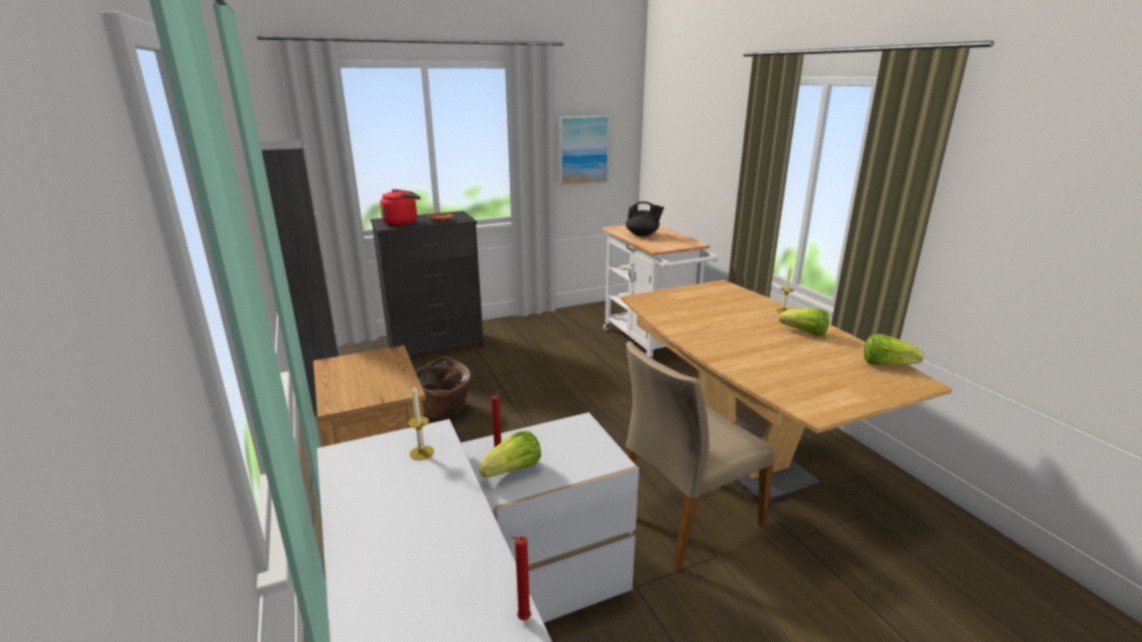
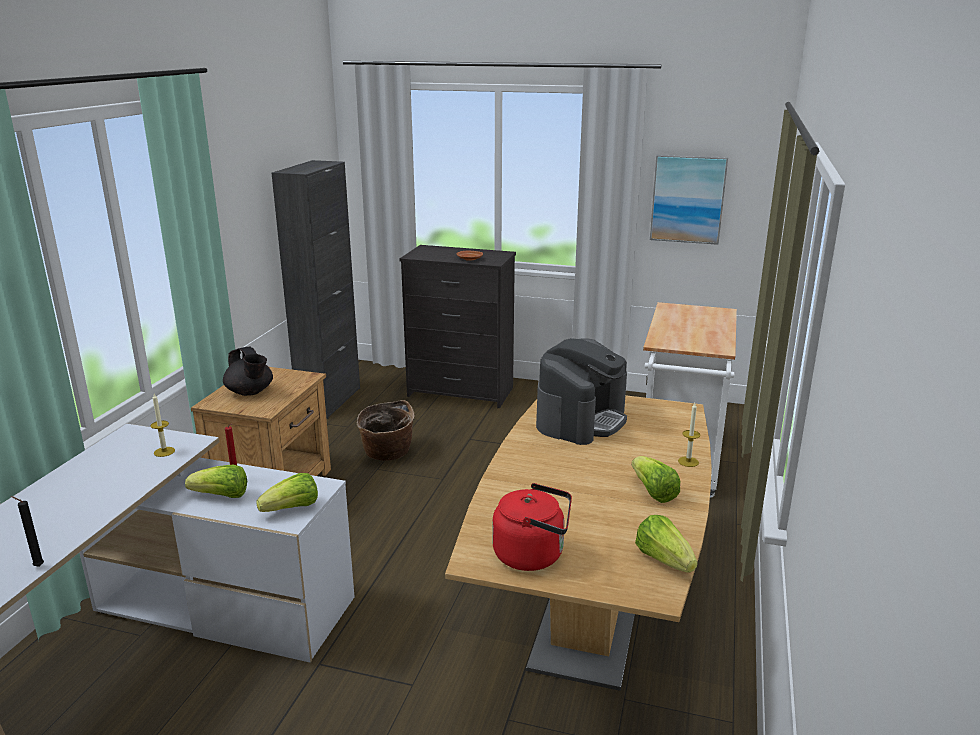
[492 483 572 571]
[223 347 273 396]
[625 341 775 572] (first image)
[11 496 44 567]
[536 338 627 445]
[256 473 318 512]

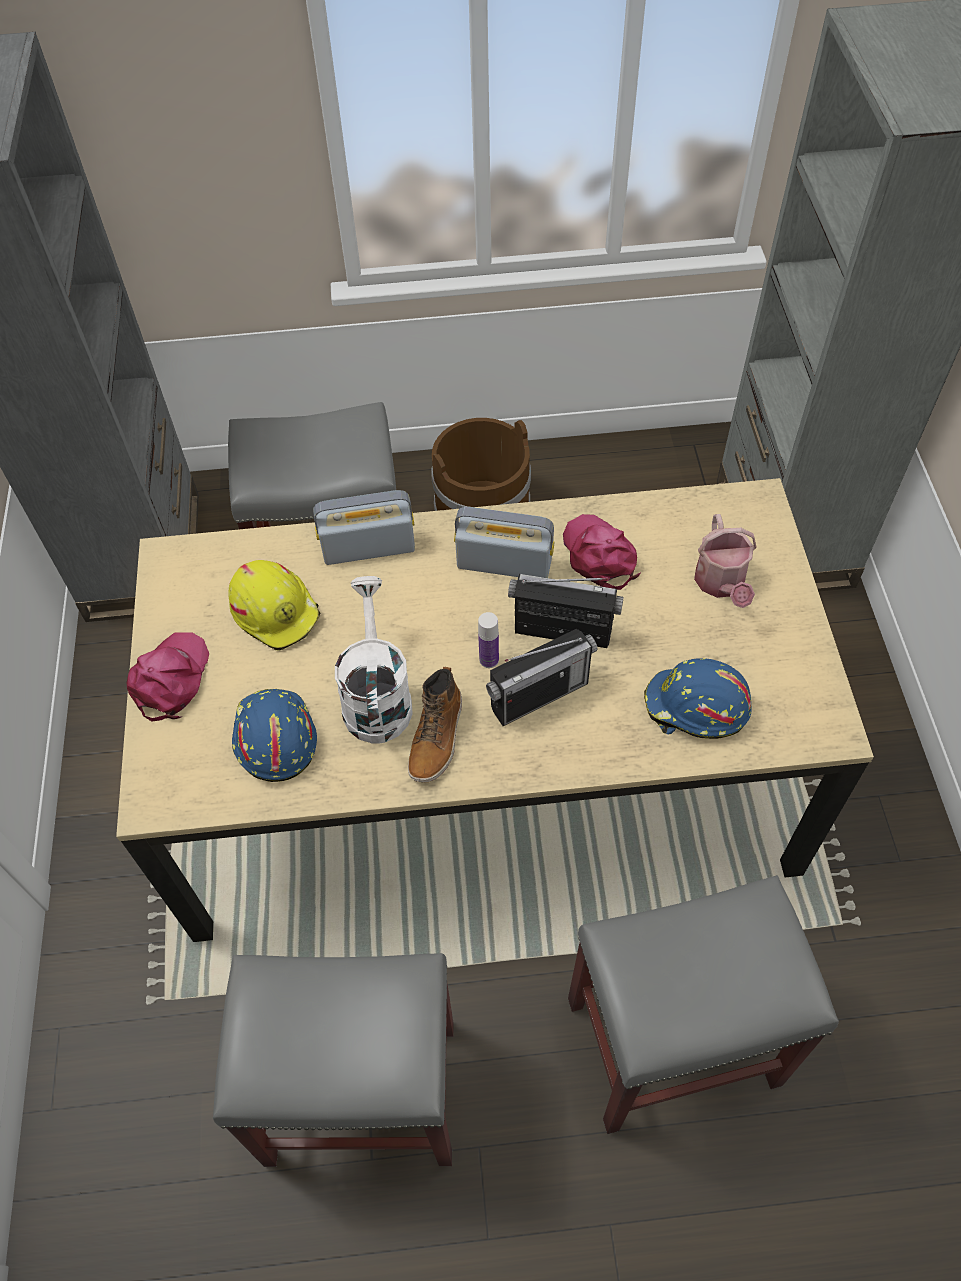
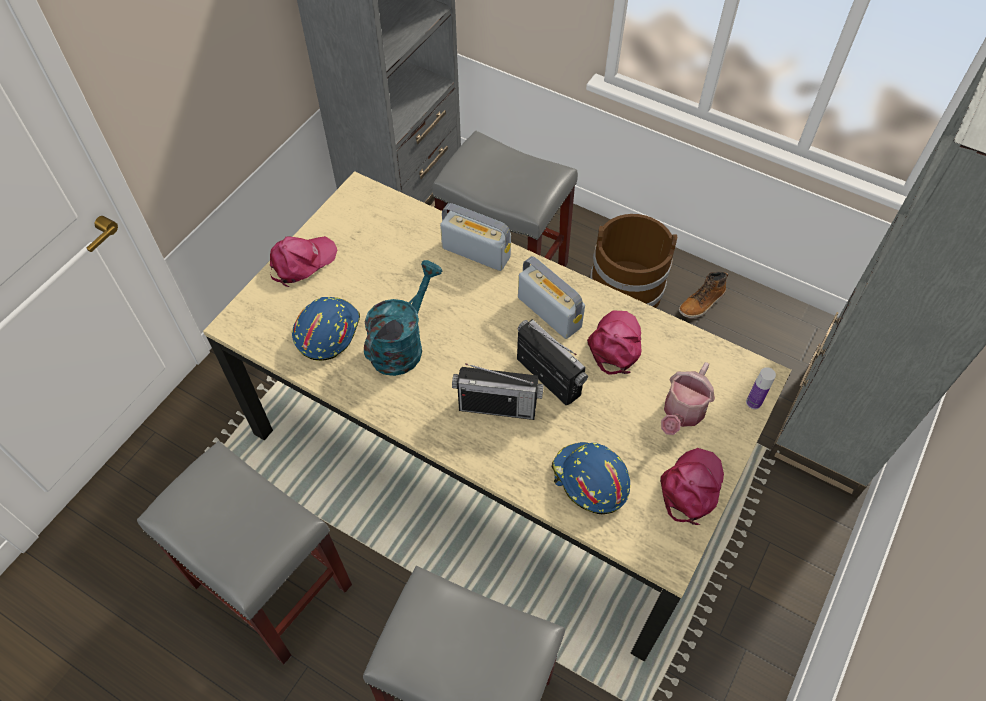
[228 560 320 651] (first image)
[364 260 442 376]
[746 367 776 409]
[679 272 728 318]
[660 448 724 525]

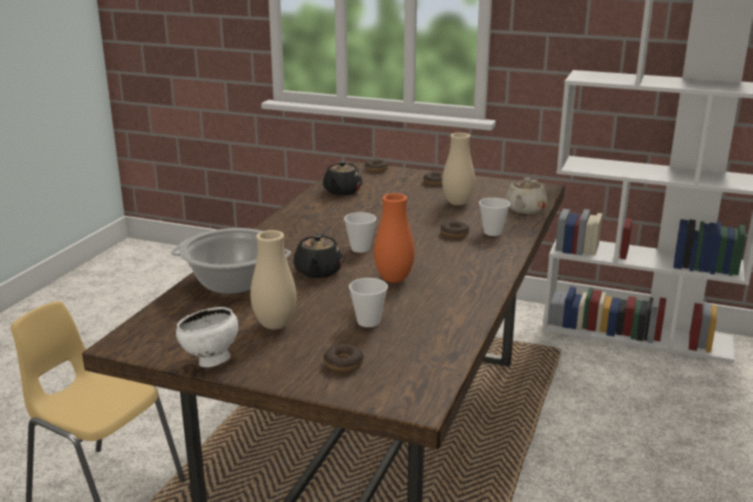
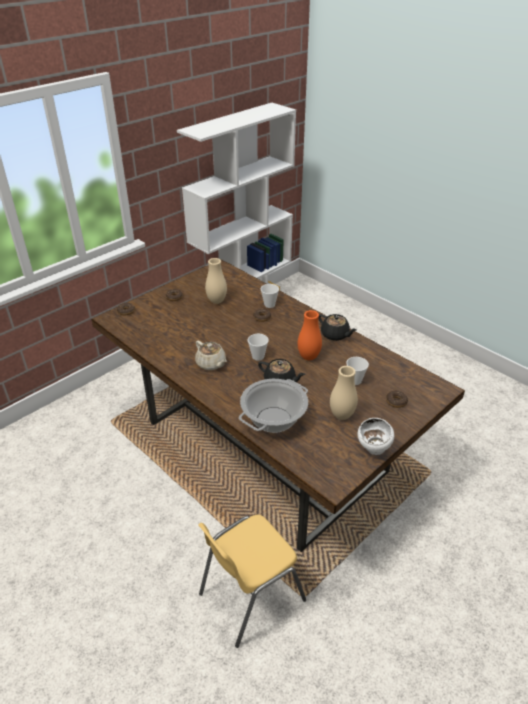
[318 314 357 341]
[195 341 227 370]

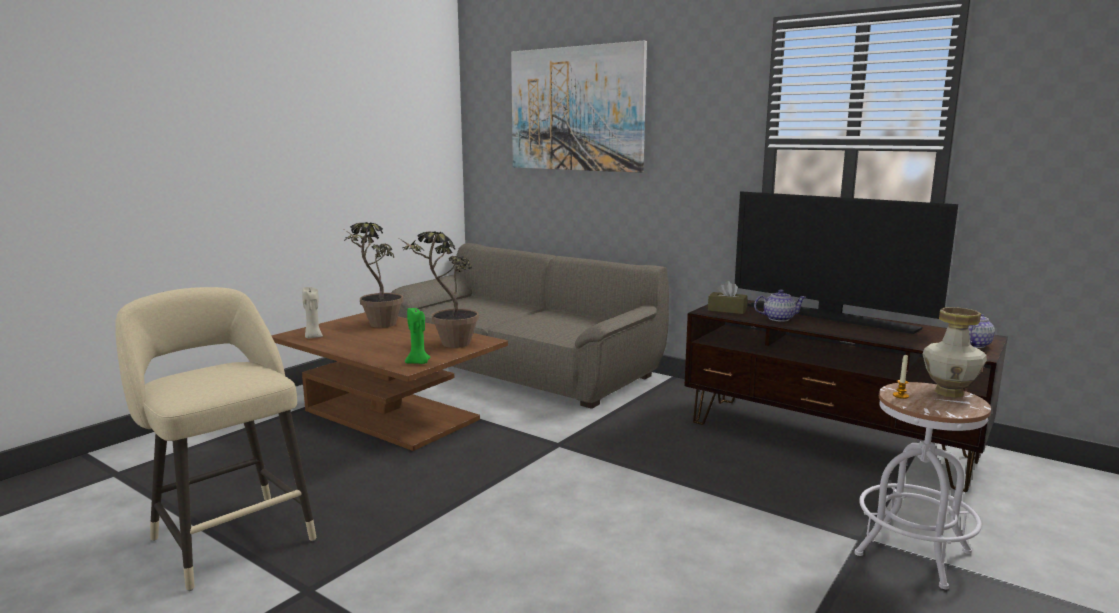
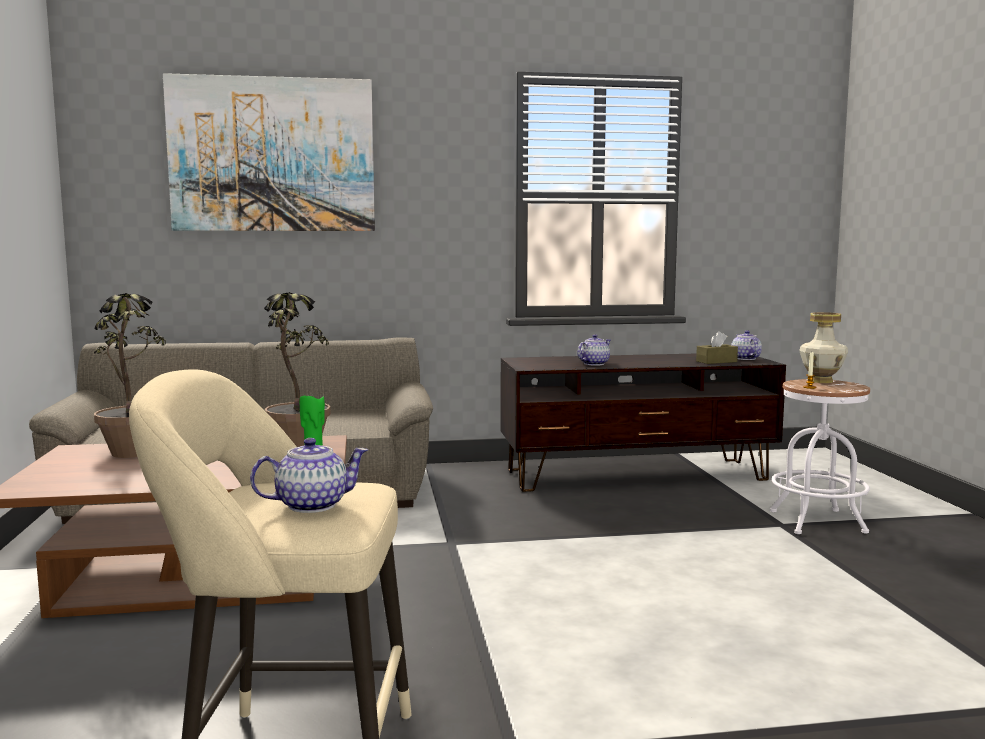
[735 191 958 334] (first image)
[696 331 738 364]
[302 287 323 338] (first image)
[250 438 368 513]

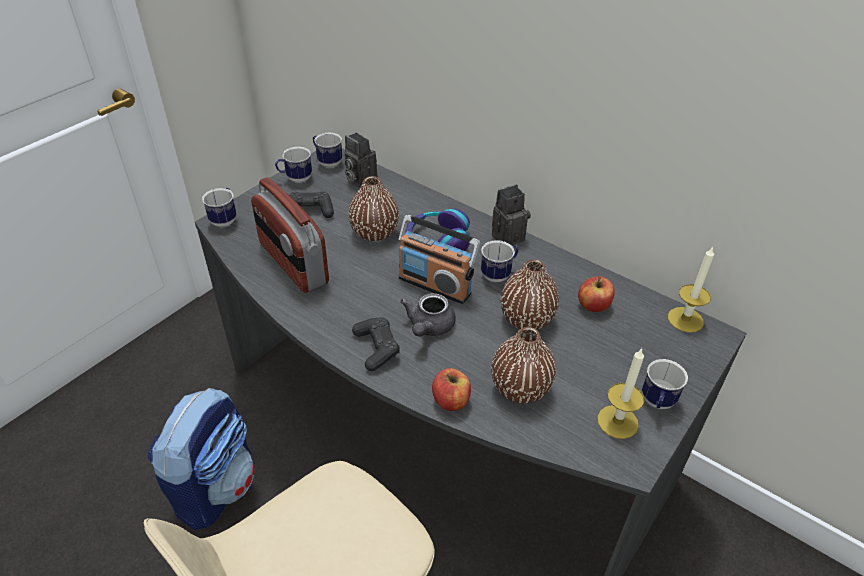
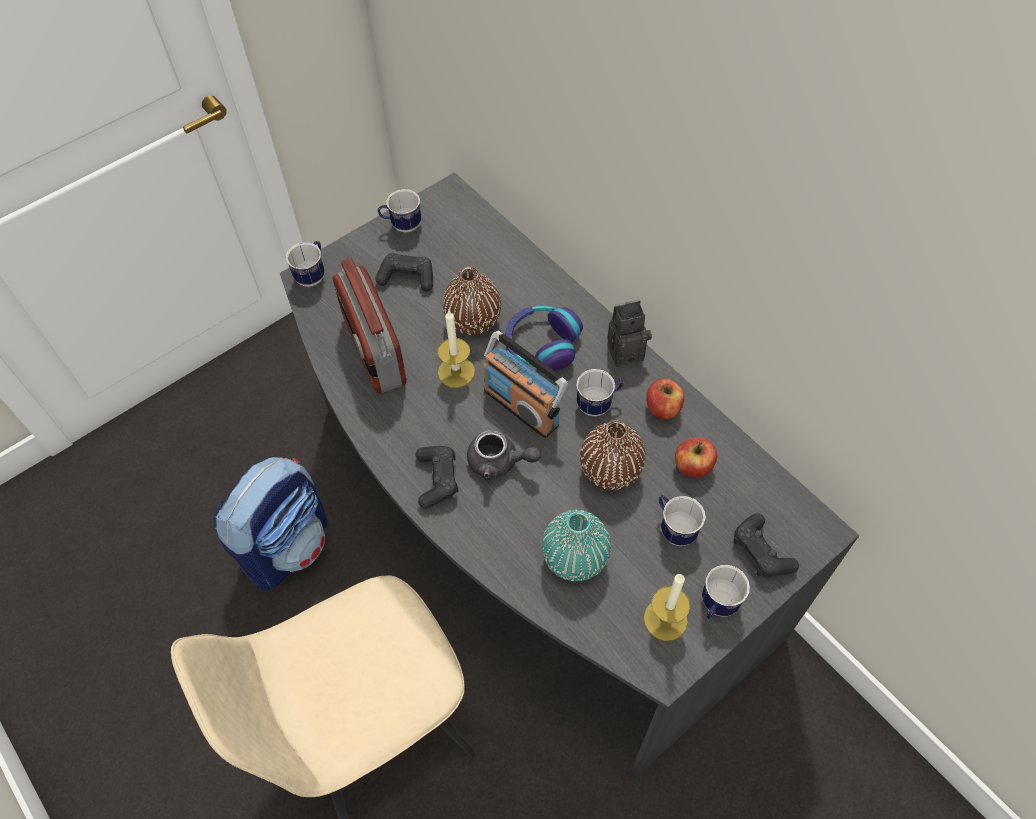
[659 495 706 546]
[345 133 378 188] (first image)
[437 310 475 388]
[467 430 541 480]
[542 510 611 581]
[646 379 684 419]
[734 513 799 576]

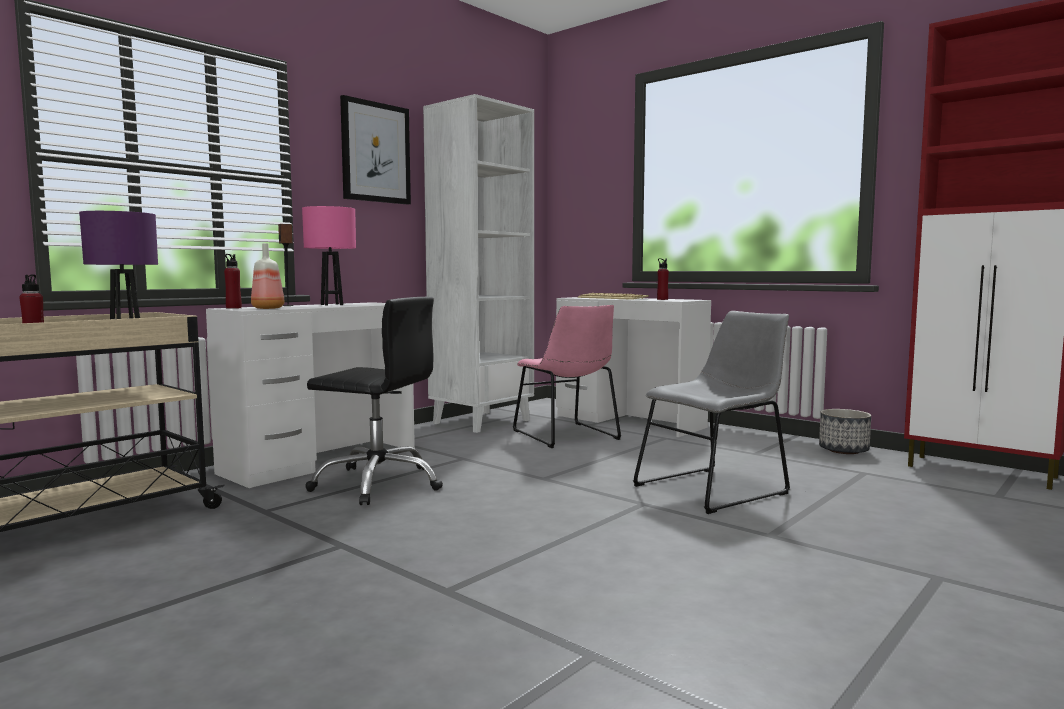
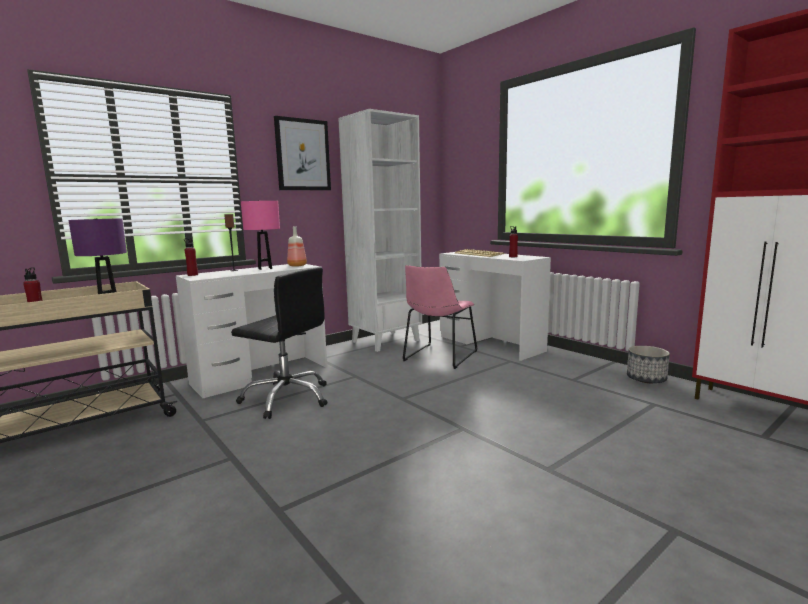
[287 227 307 267]
[403 265 477 369]
[633 311 790 514] (first image)

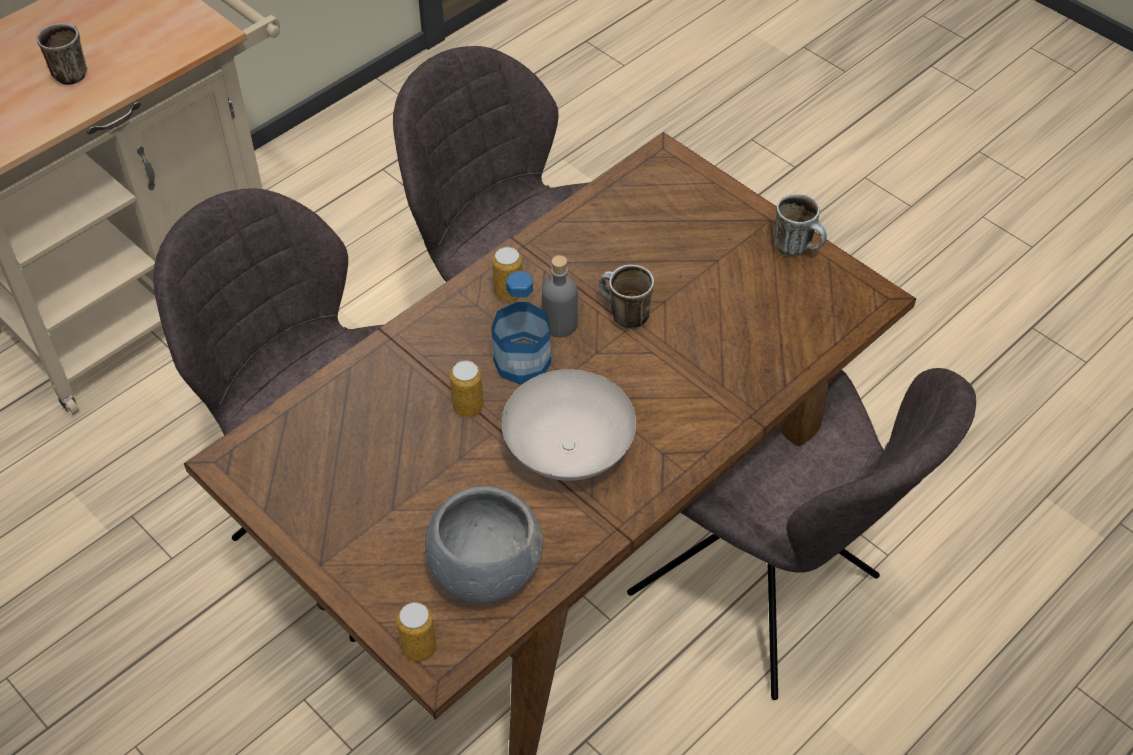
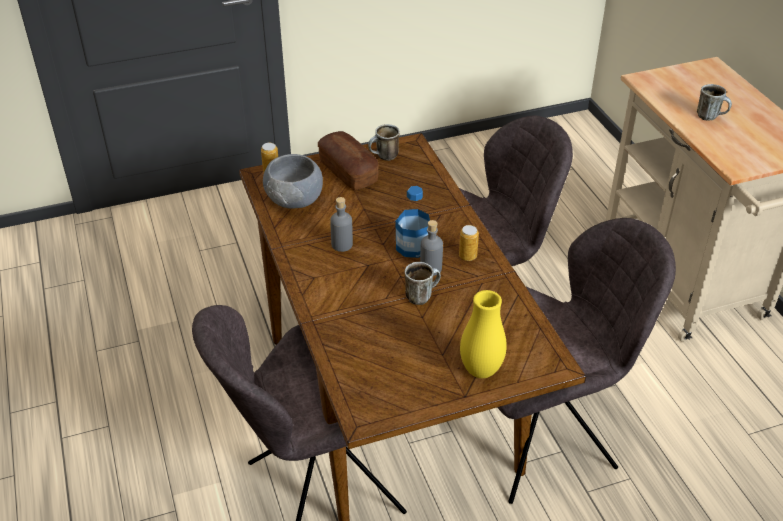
[368 124 400 161]
[450 360 484 417] (first image)
[330 197 353 252]
[318 131 379 190]
[460 290 507 378]

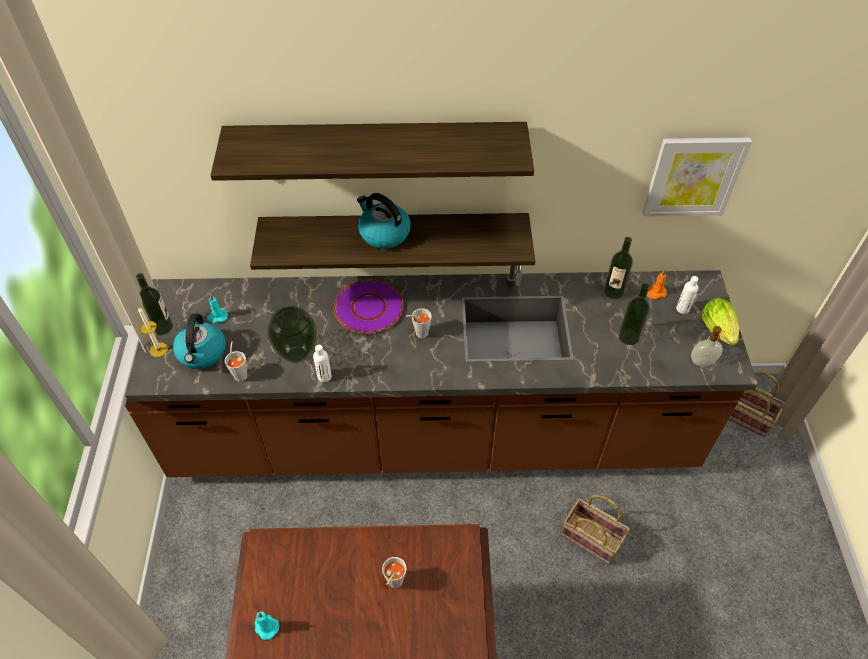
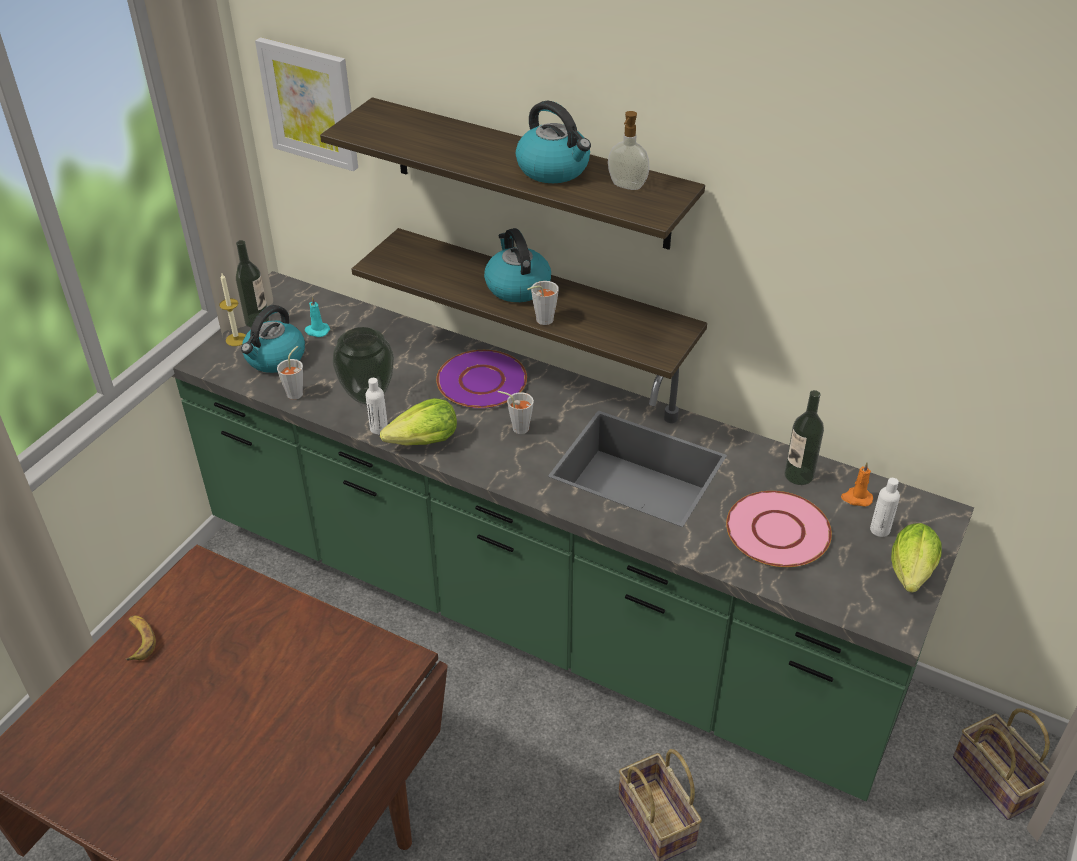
[255 37 358 171]
[172 271 974 801]
[726 491 832 567]
[608 111 650 190]
[527 281 559 325]
[126 616 156 661]
[516 101 591 183]
[380 398 457 446]

